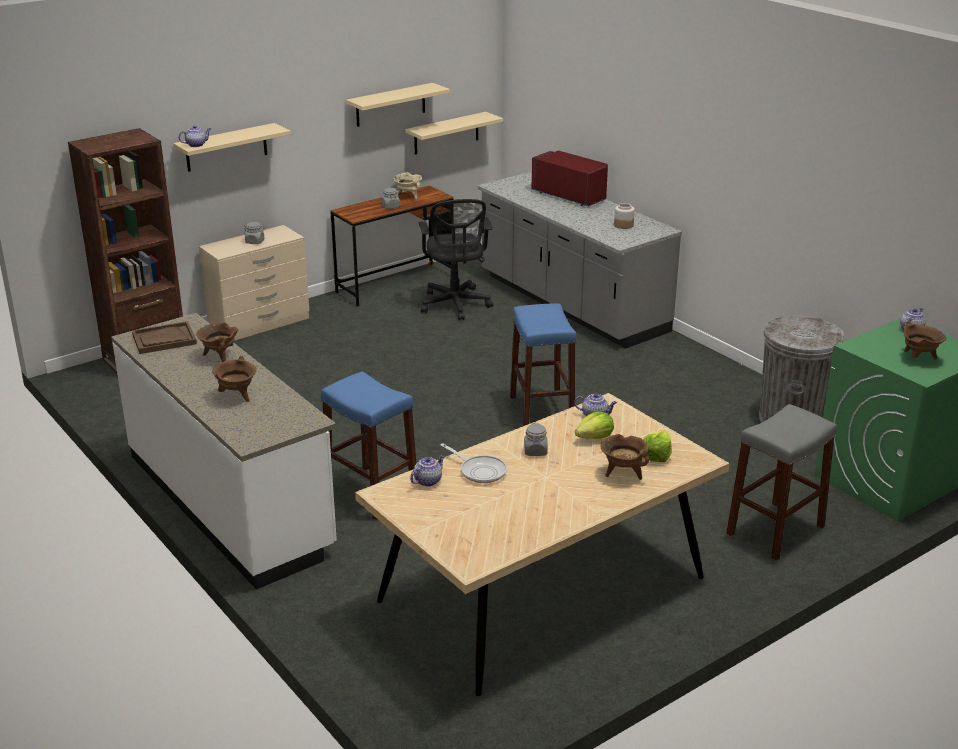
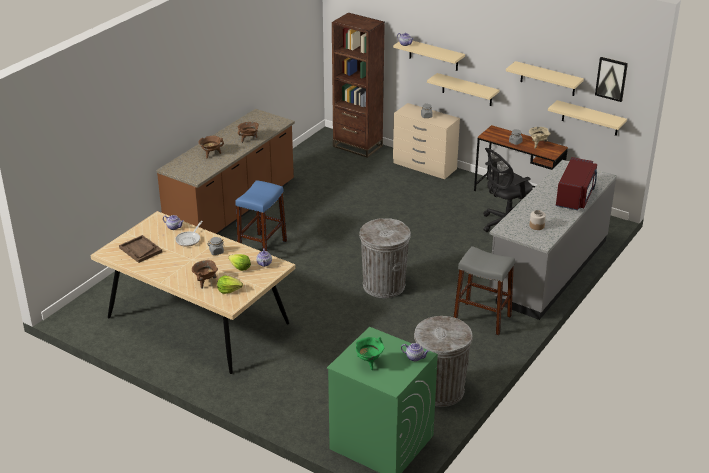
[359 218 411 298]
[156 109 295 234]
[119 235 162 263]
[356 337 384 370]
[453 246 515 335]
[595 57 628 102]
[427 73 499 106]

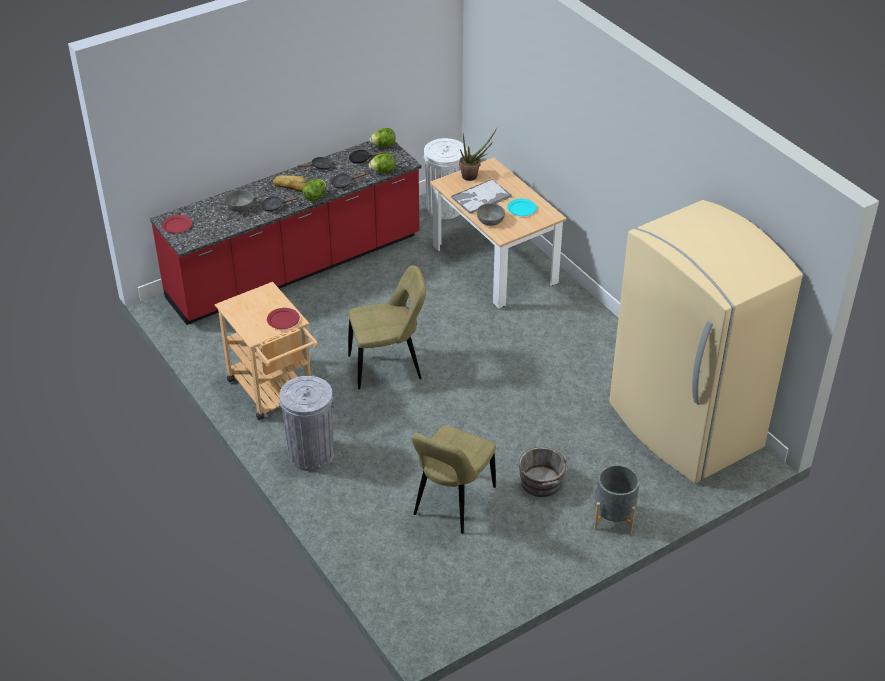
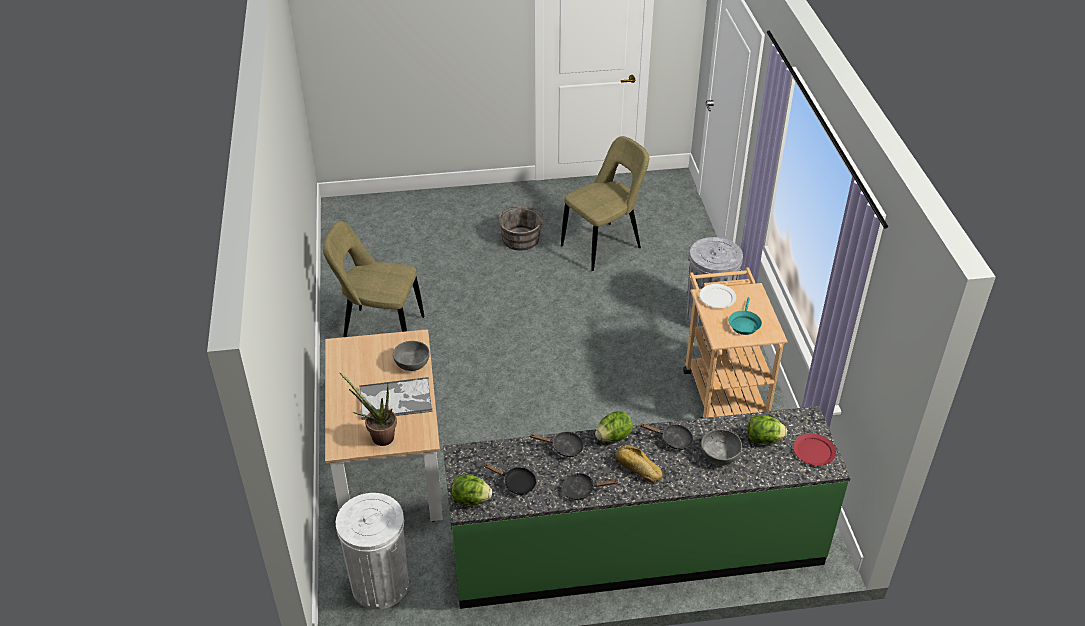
[443 406 851 609]
[748 415 787 444]
[507 199 537 216] (first image)
[609 200 803 483] (first image)
[323 221 424 337]
[699 284 736 308]
[594 464 640 534] (first image)
[729 298 762 335]

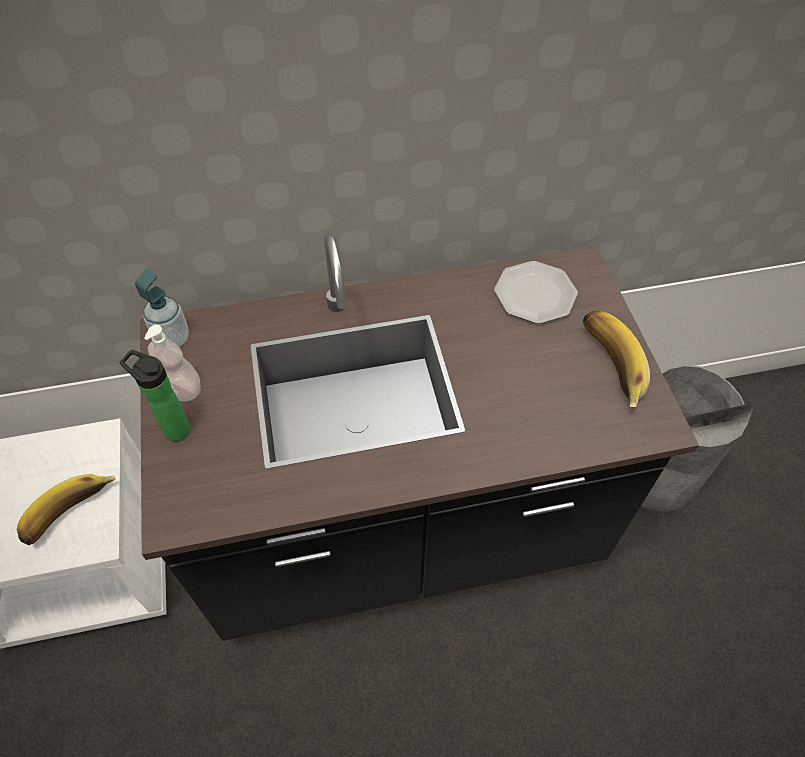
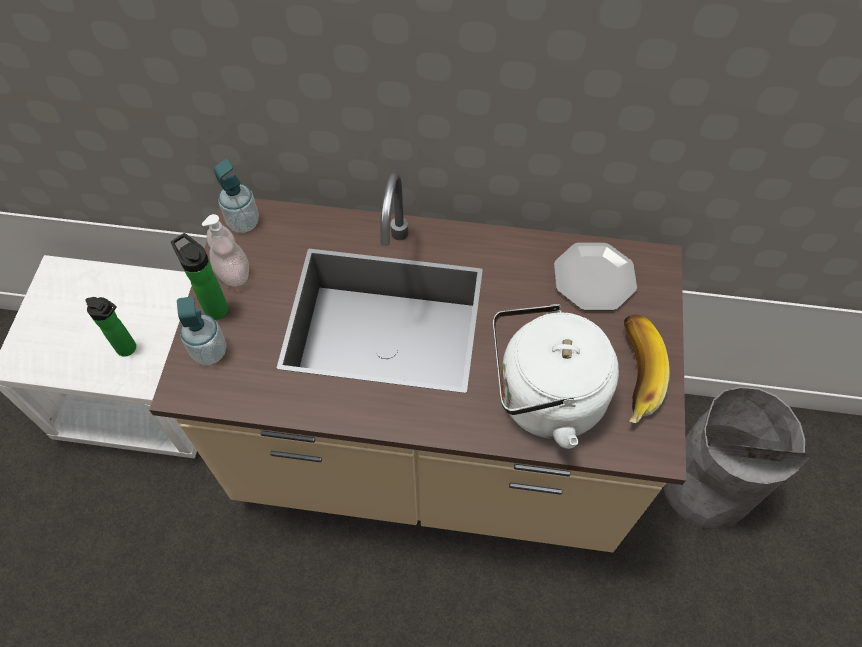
[149 170 686 552]
[86 297 136 357]
[177 297 226 365]
[493 304 619 449]

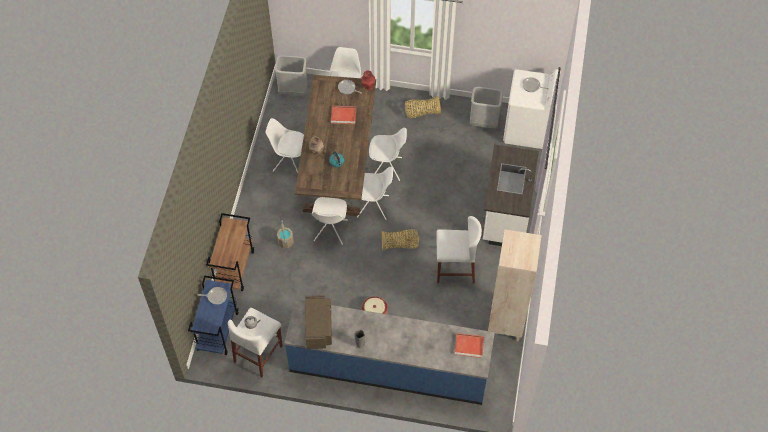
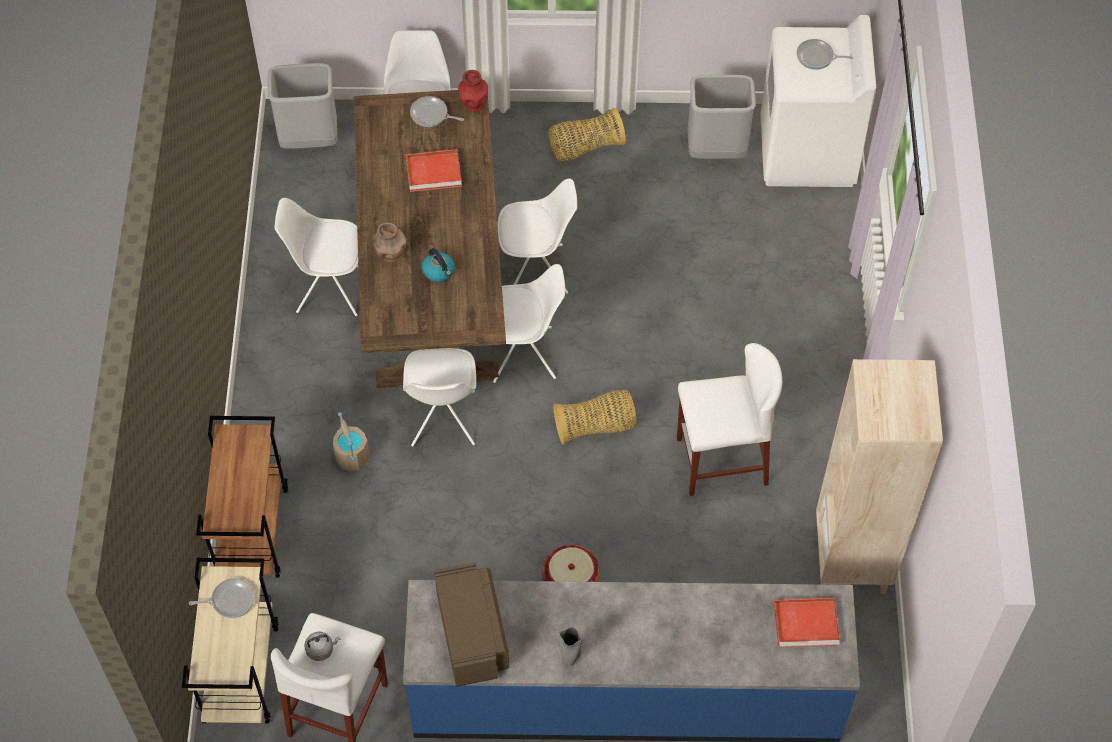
[483 144 539 246] (first image)
[182 558 279 723]

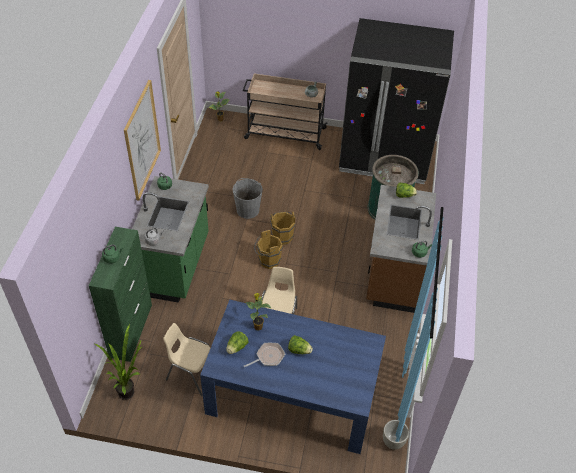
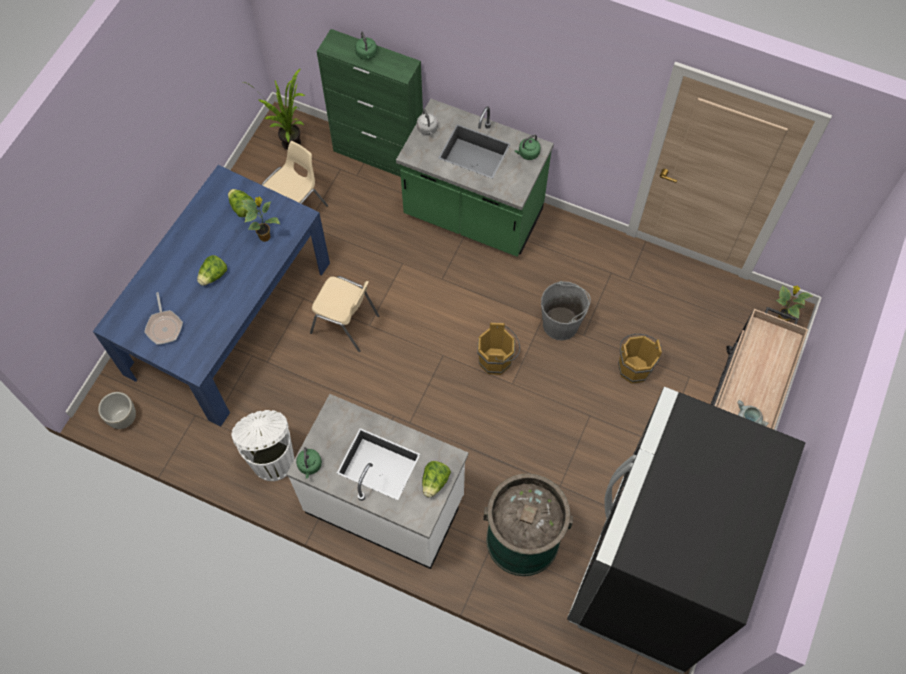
[124 80 161 201] (first image)
[286 394 469 569]
[618 334 662 383]
[144 292 183 345]
[232 410 294 481]

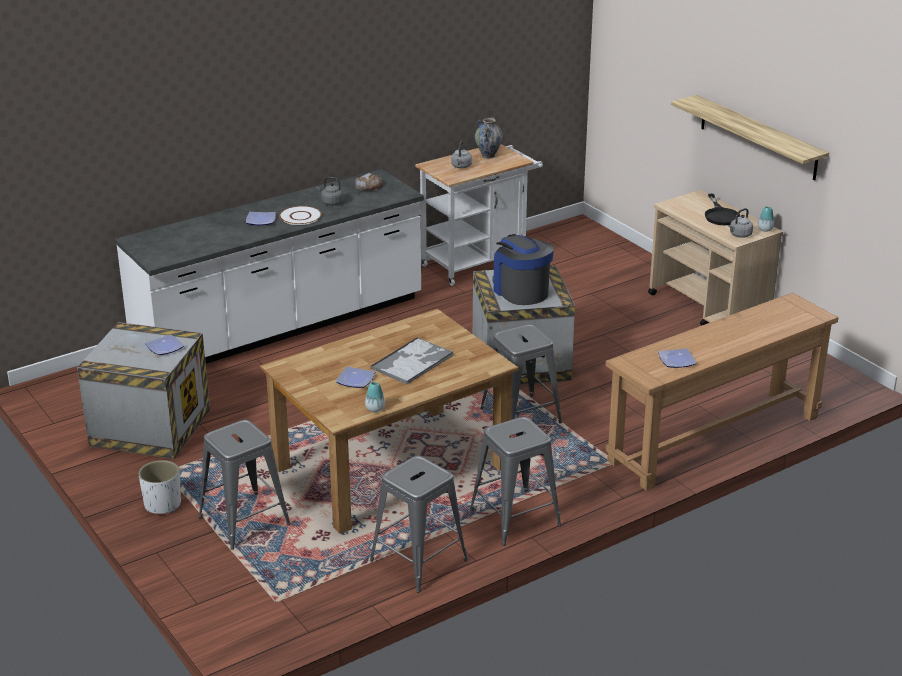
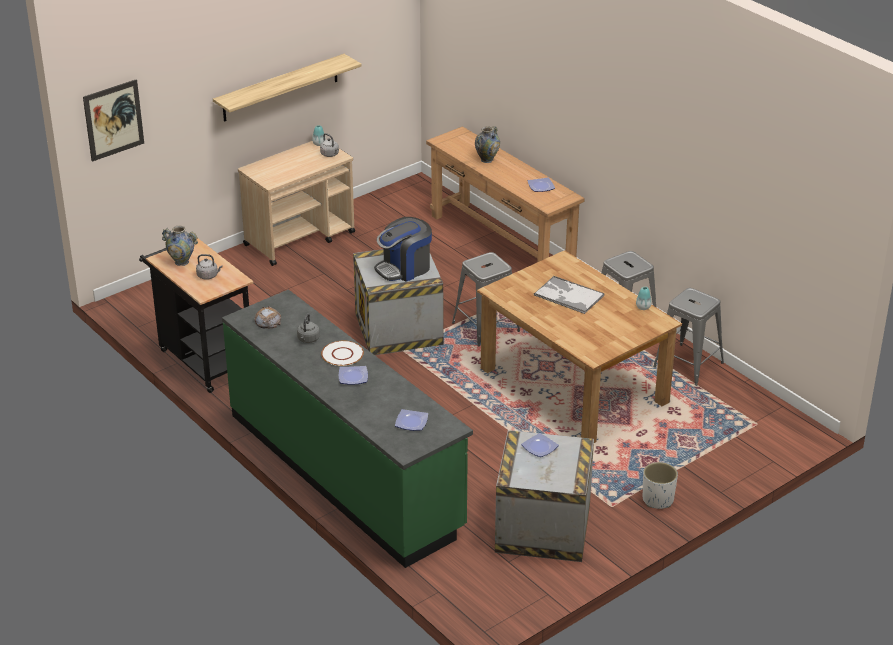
[139 239 253 393]
[222 289 473 568]
[705 194 740 225] (first image)
[395 409 428 431]
[199 420 291 550] (first image)
[83 79 144 162]
[475 126 500 163]

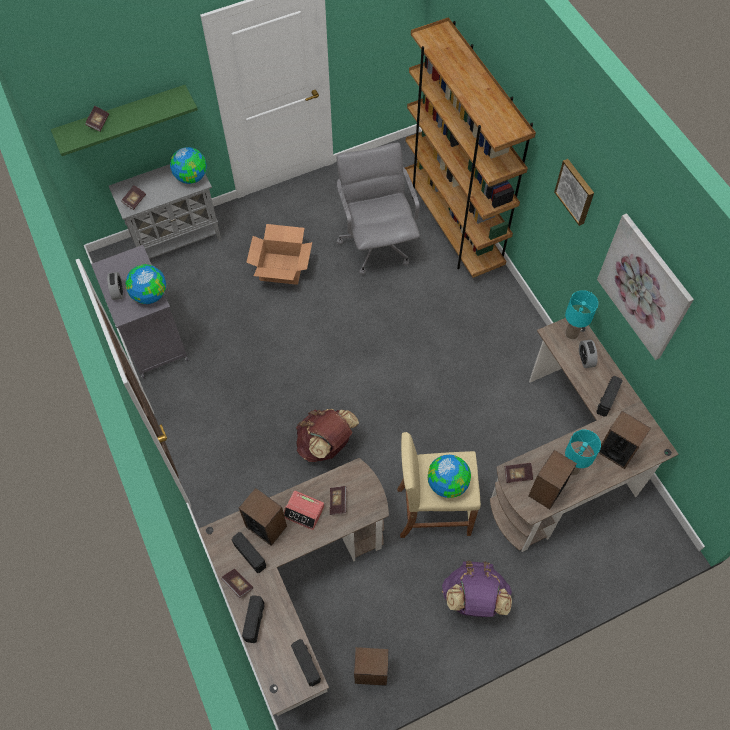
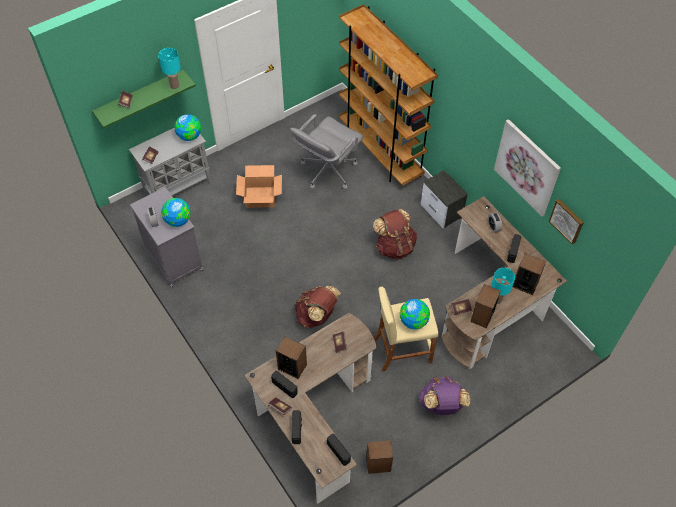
[290 114 364 190]
[549 199 584 245]
[158 48 181 89]
[284 491 325 530] (first image)
[421 170 468 228]
[373 209 417 260]

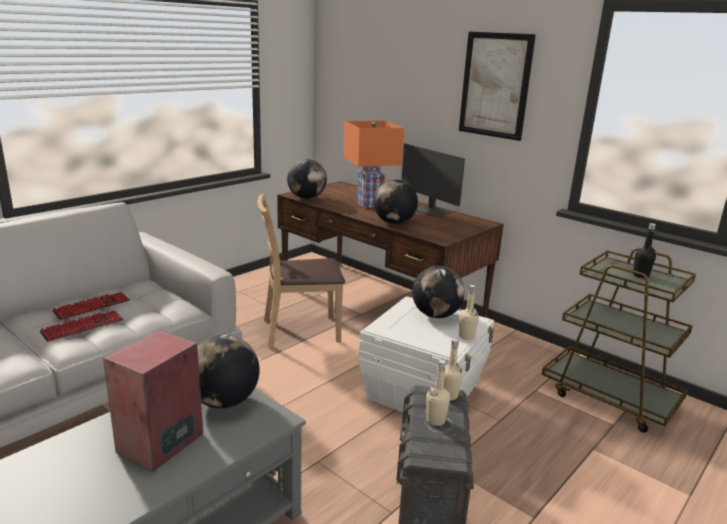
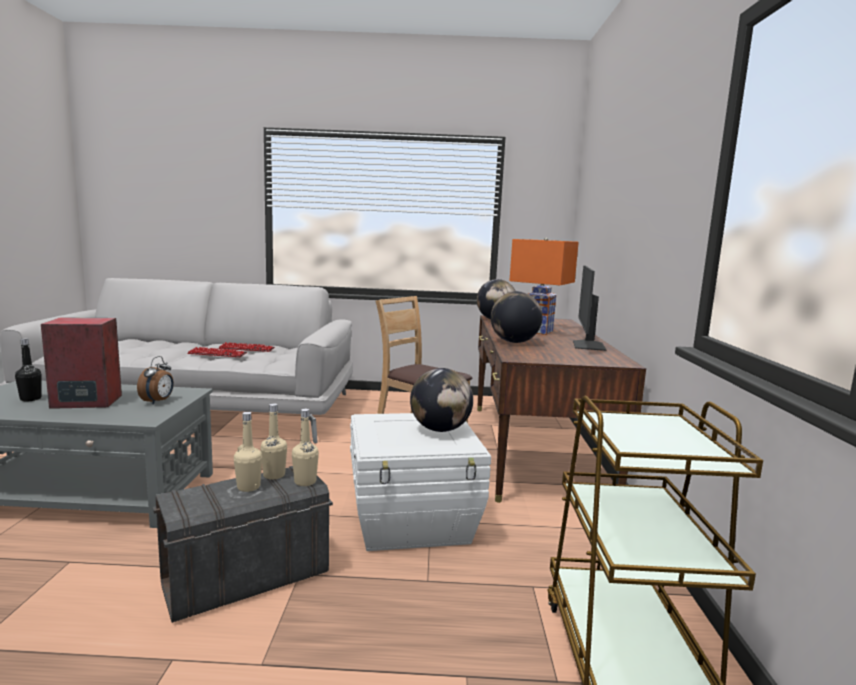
[459 31 536 141] (first image)
[15 338 41 401]
[260 403 287 479]
[137 356 174 404]

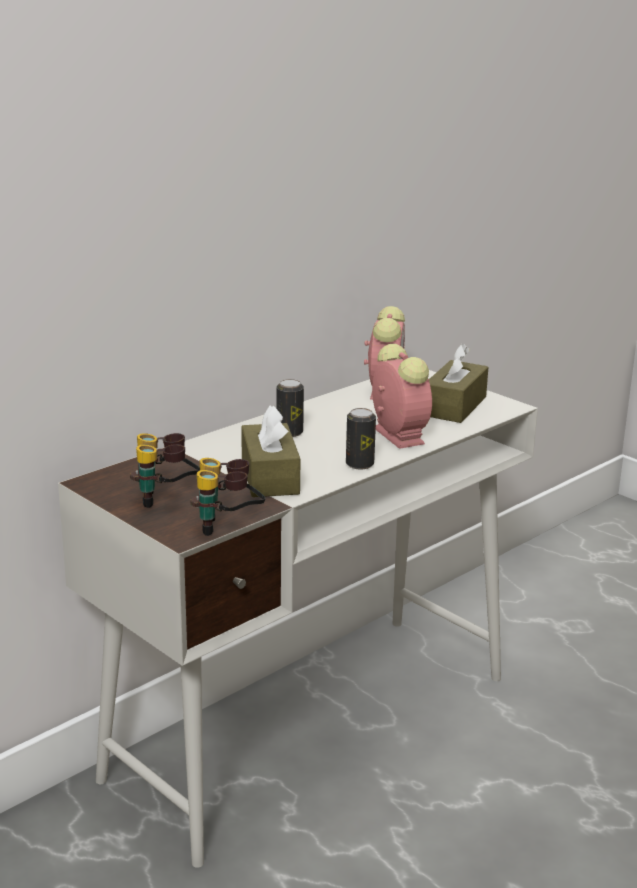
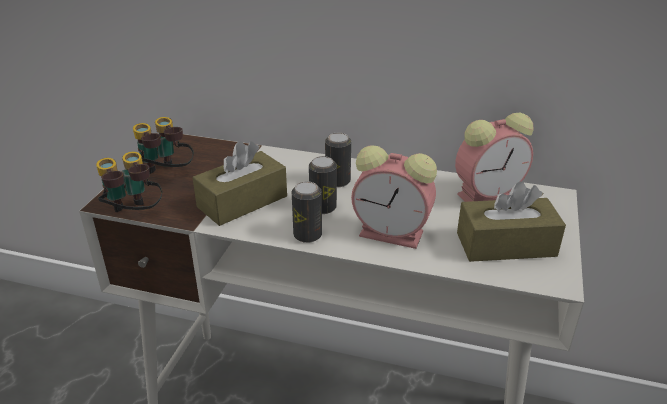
[351 145 437 249]
[309 156 337 214]

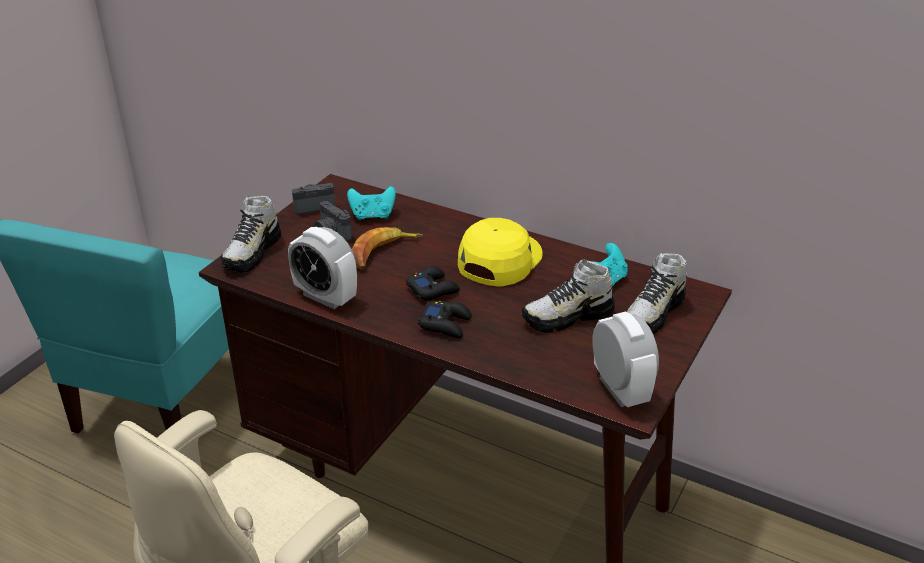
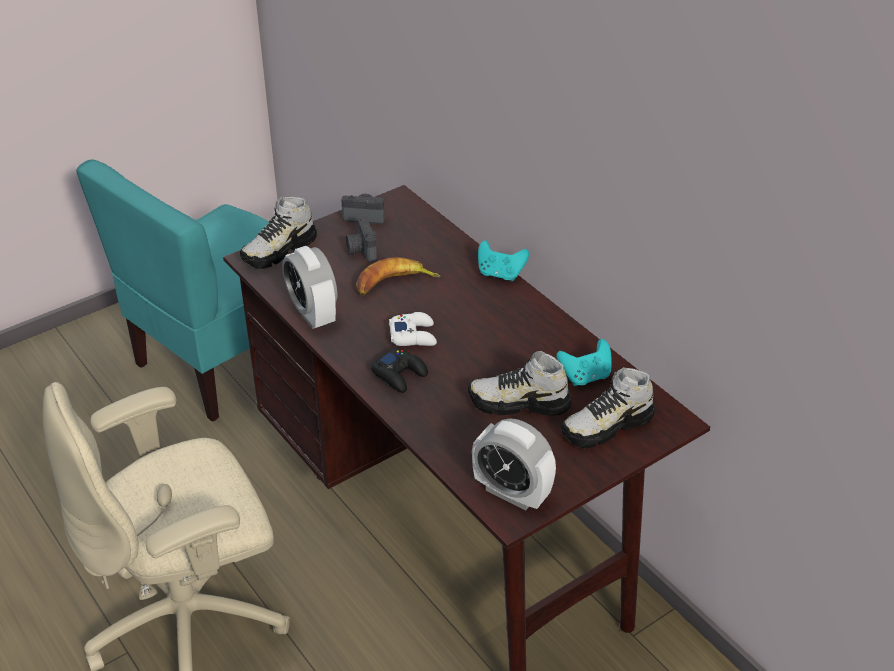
[478 240 529 281]
[458 218 543 286] (first image)
[389 312 437 346]
[472 418 556 510]

